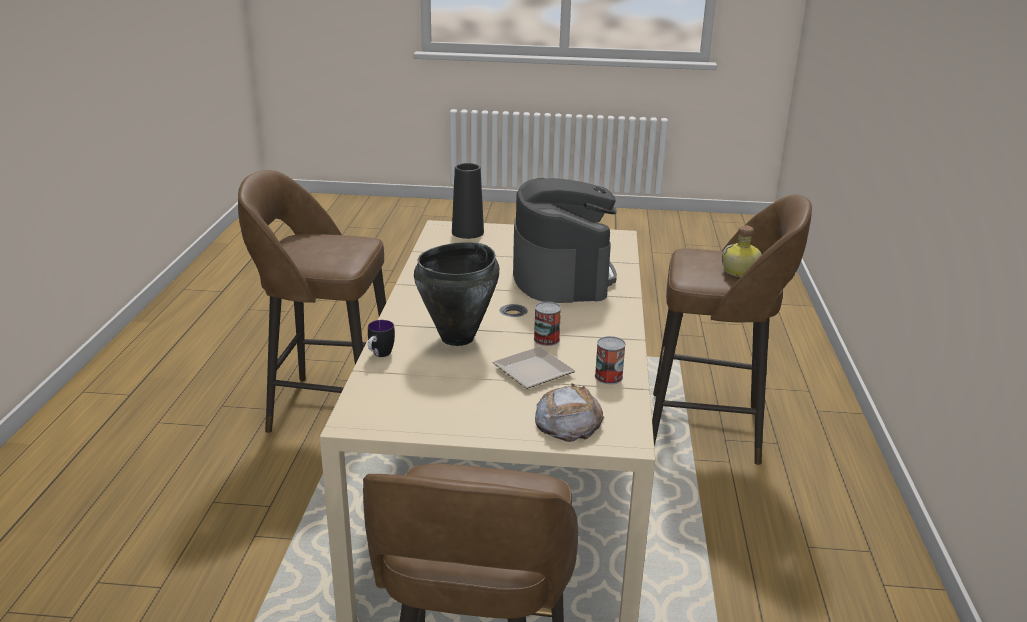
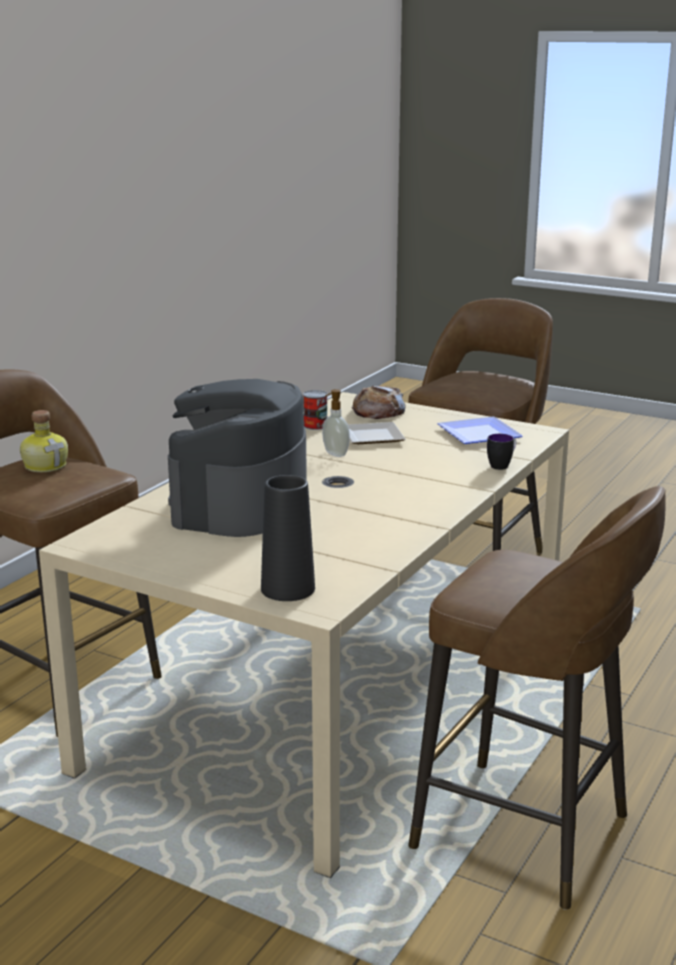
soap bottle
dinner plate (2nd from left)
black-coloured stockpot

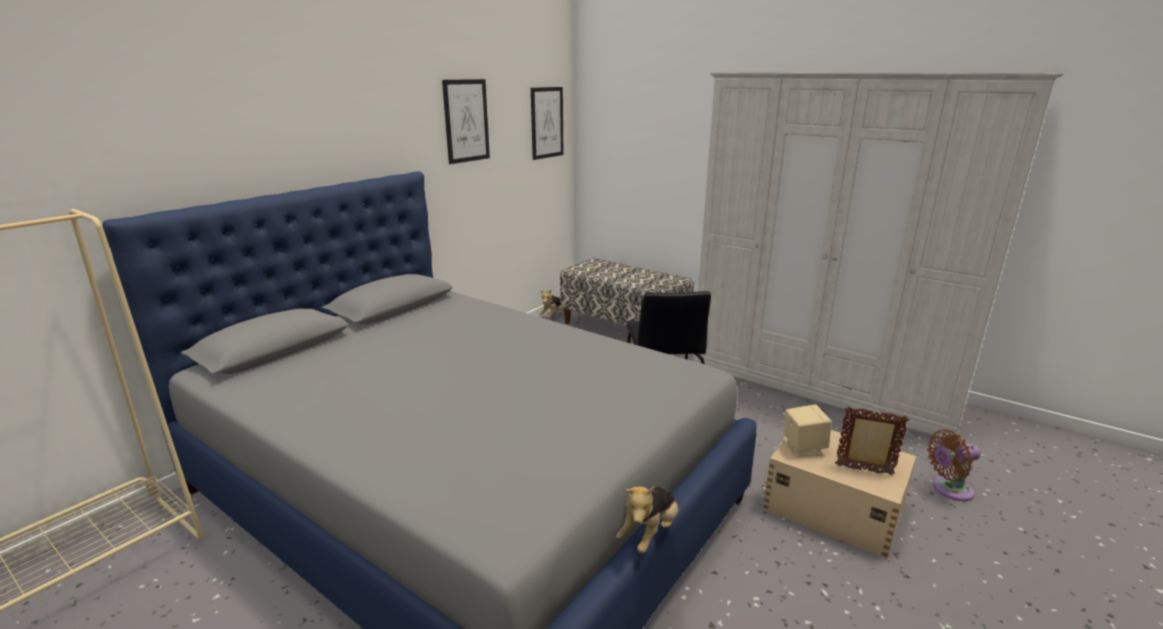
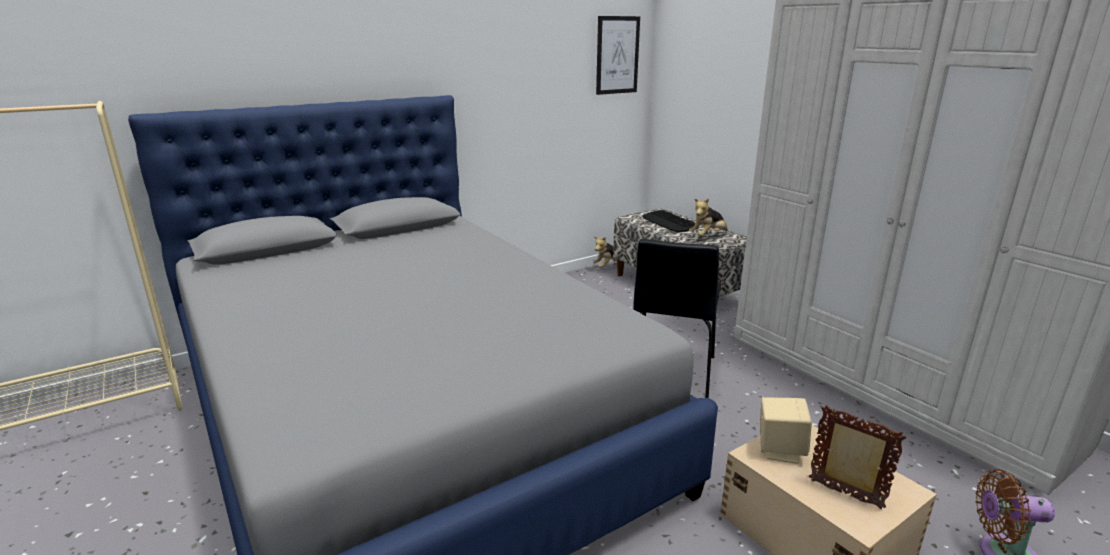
PC keyboard
soft toy (2nd from left)
wall picture (1st from left in the first image)

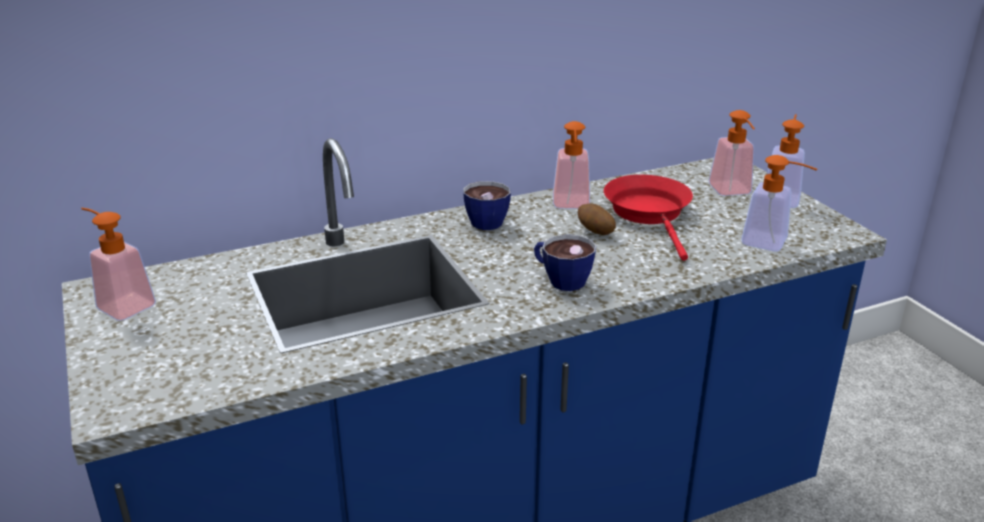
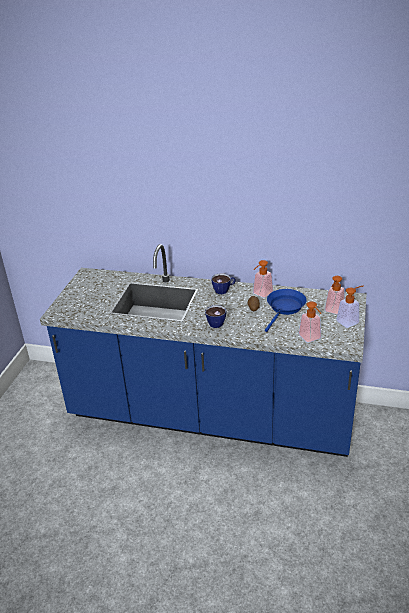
blue pan
soap bottle (1st from left in the first image)

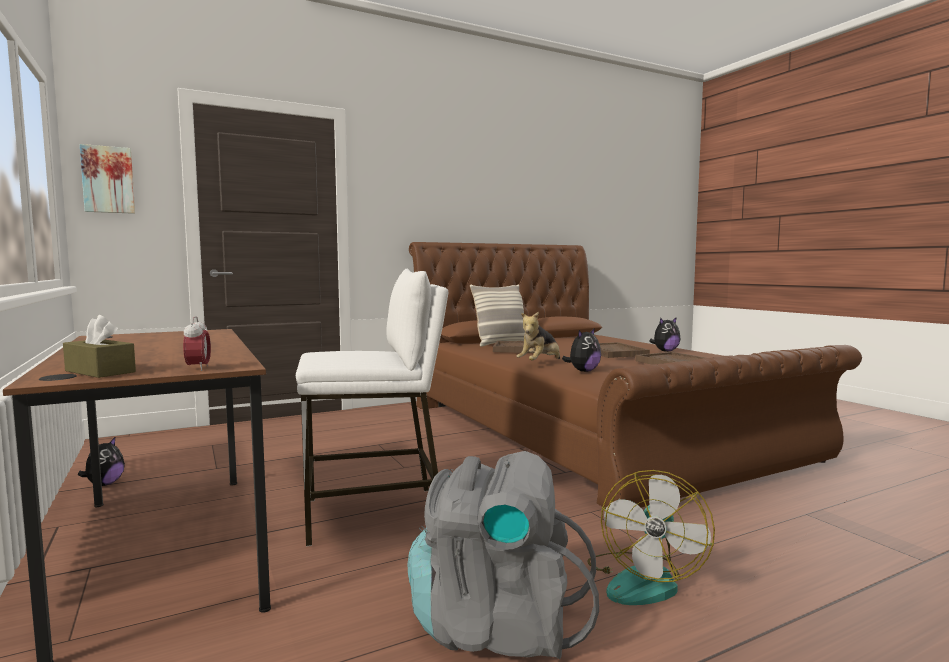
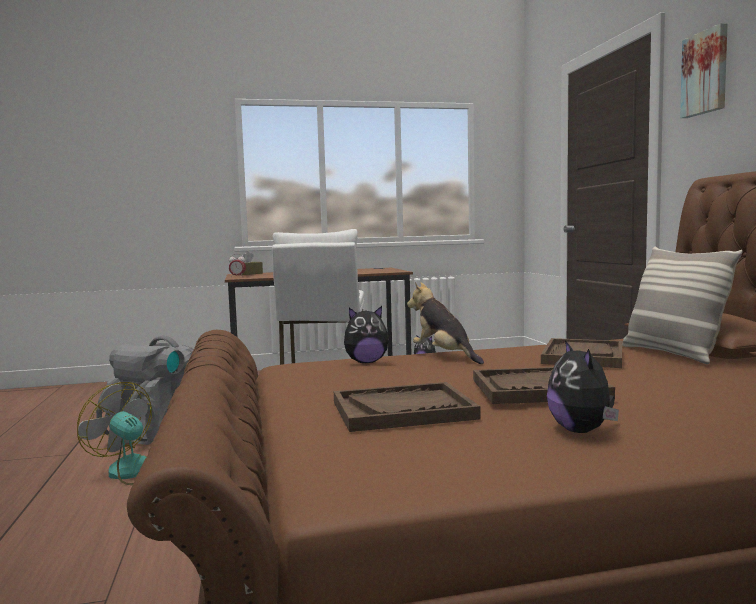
soft toy (1st from left)
wall picture

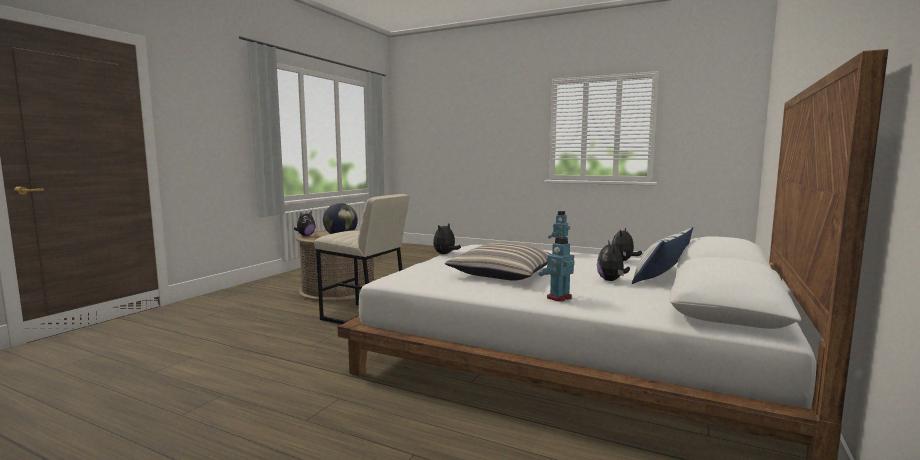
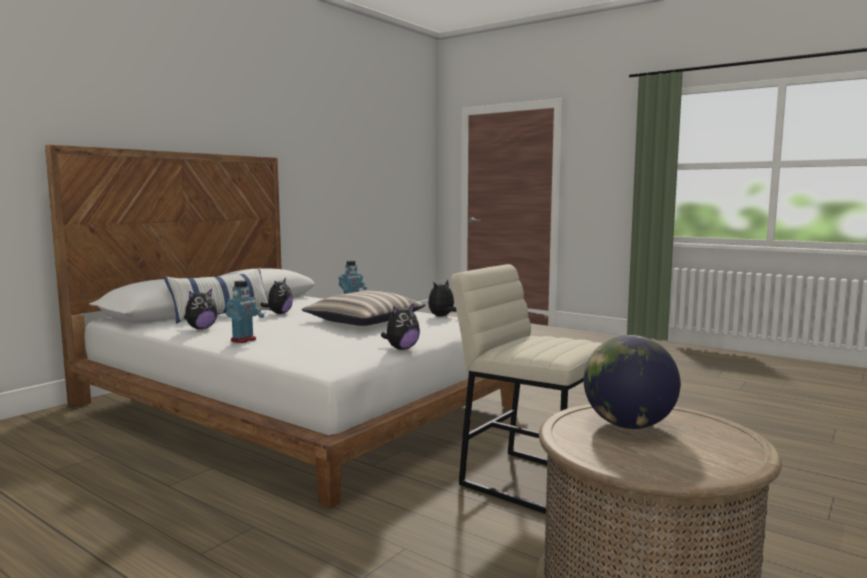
soft toy (4th from left)

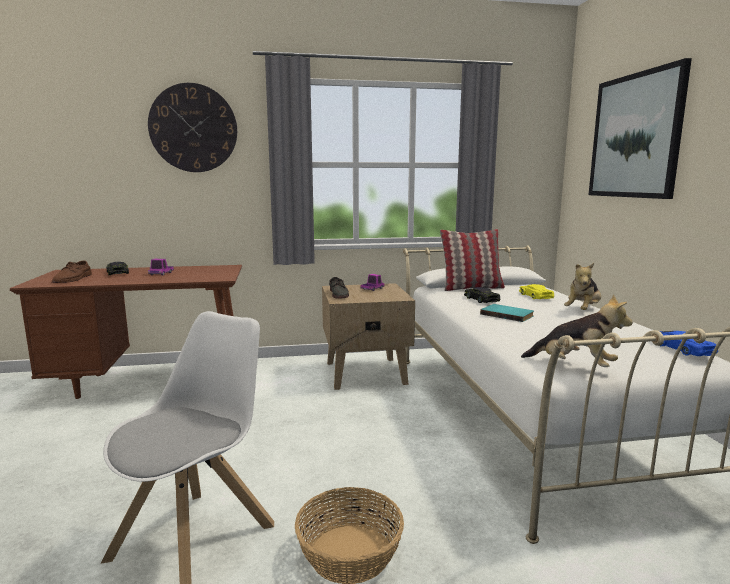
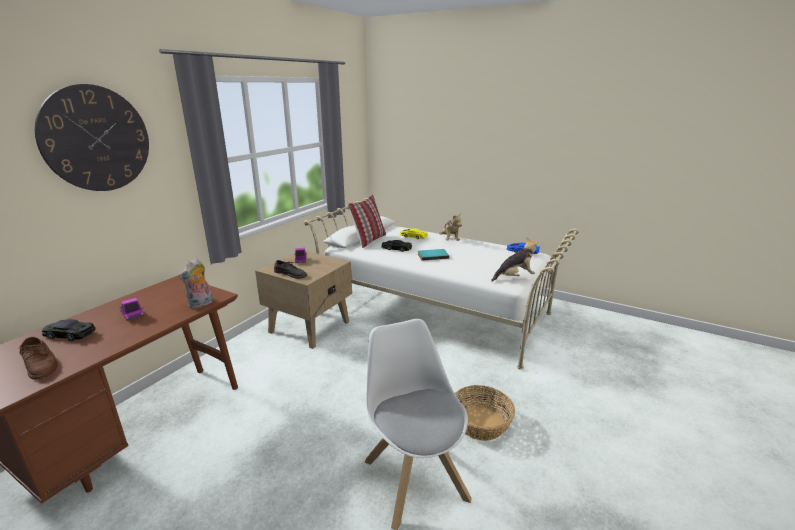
soft toy (1st from left)
wall picture

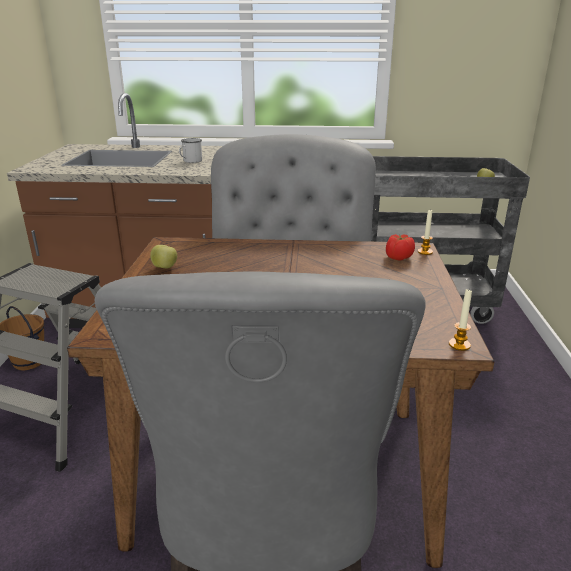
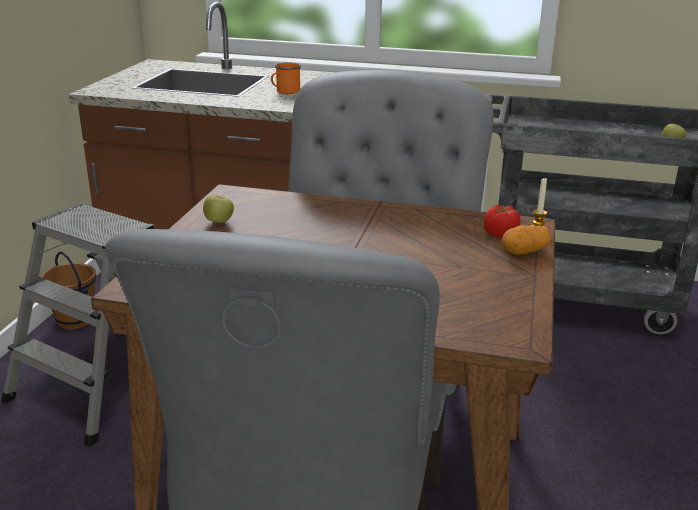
orangey coffee mug
whole potato
wax candle (2nd from left in the first image)

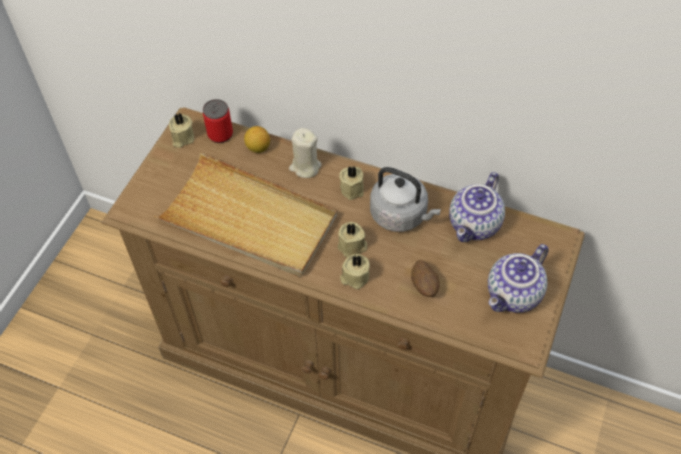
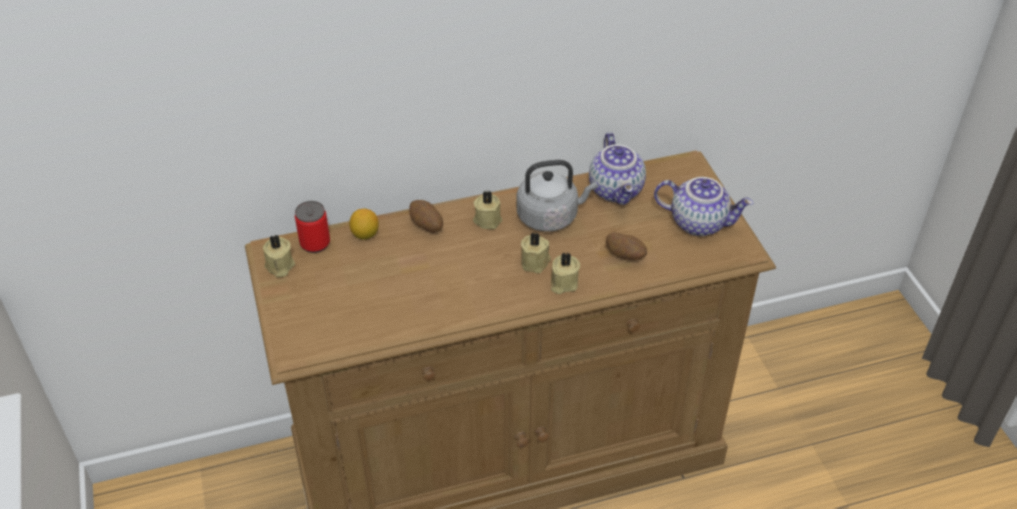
whole potato (1st from left)
teapot (2nd from left)
beige serving tray

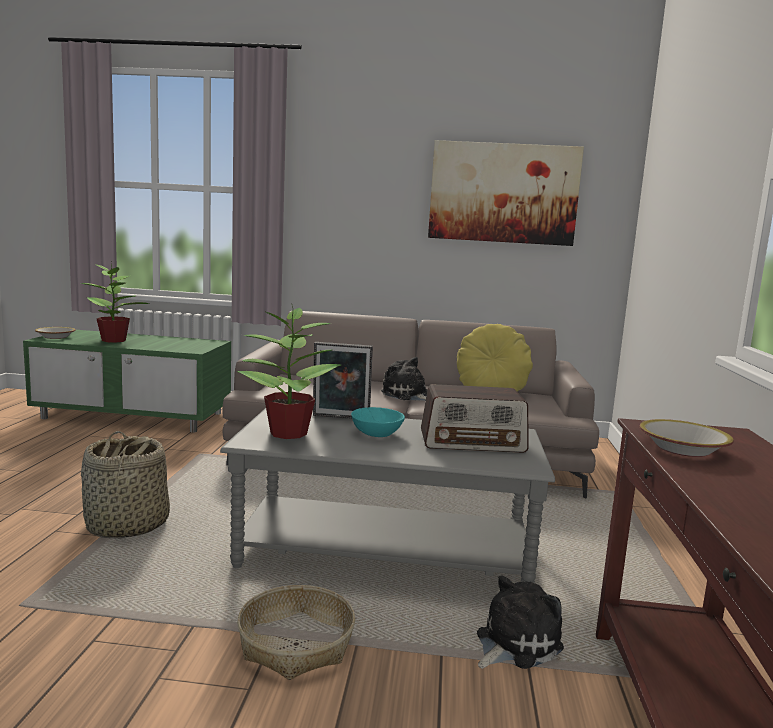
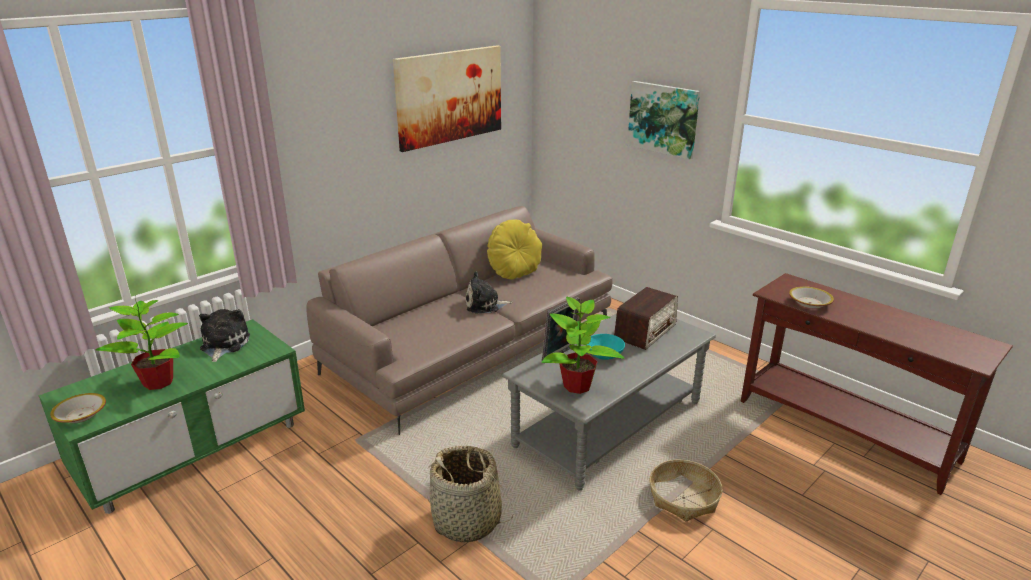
soft toy (1st from left)
wall picture (2nd from left)

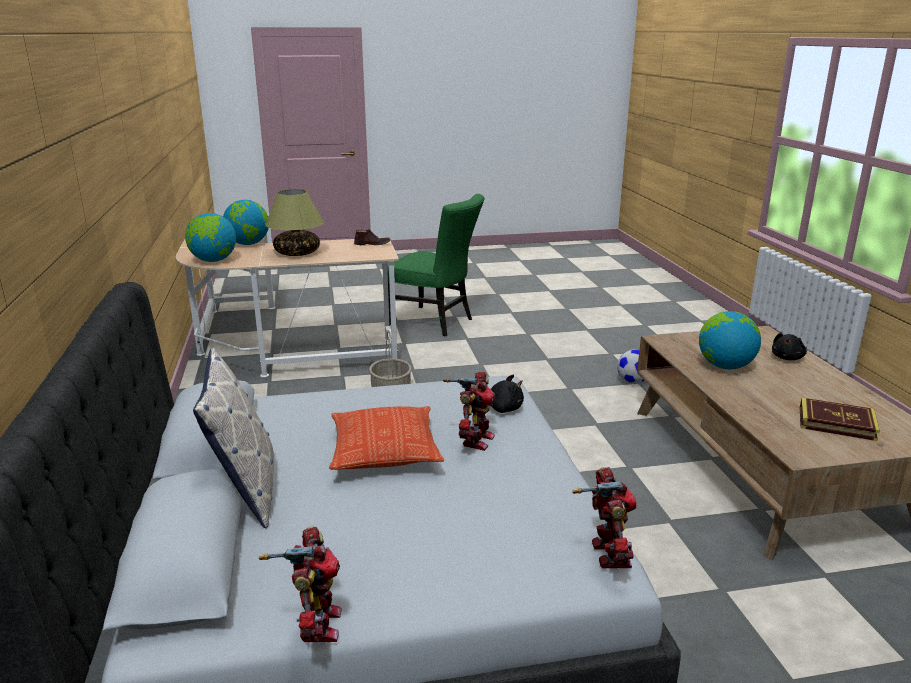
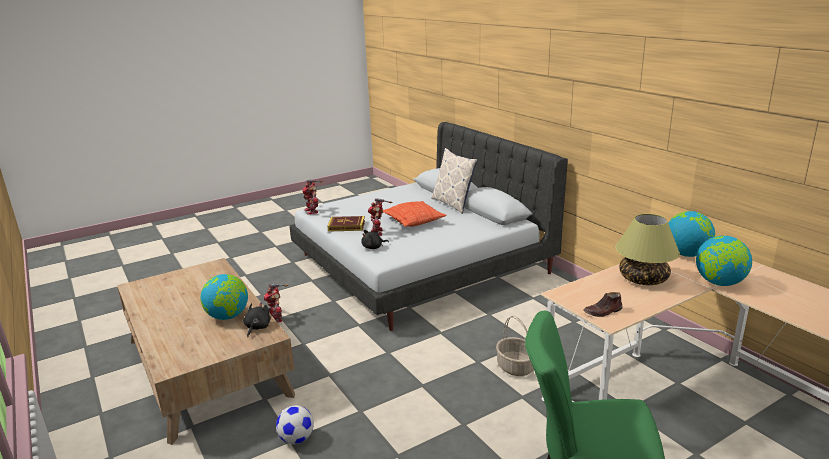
black-coloured soft toy (1st from left)
toy robot (1st from left)
volume

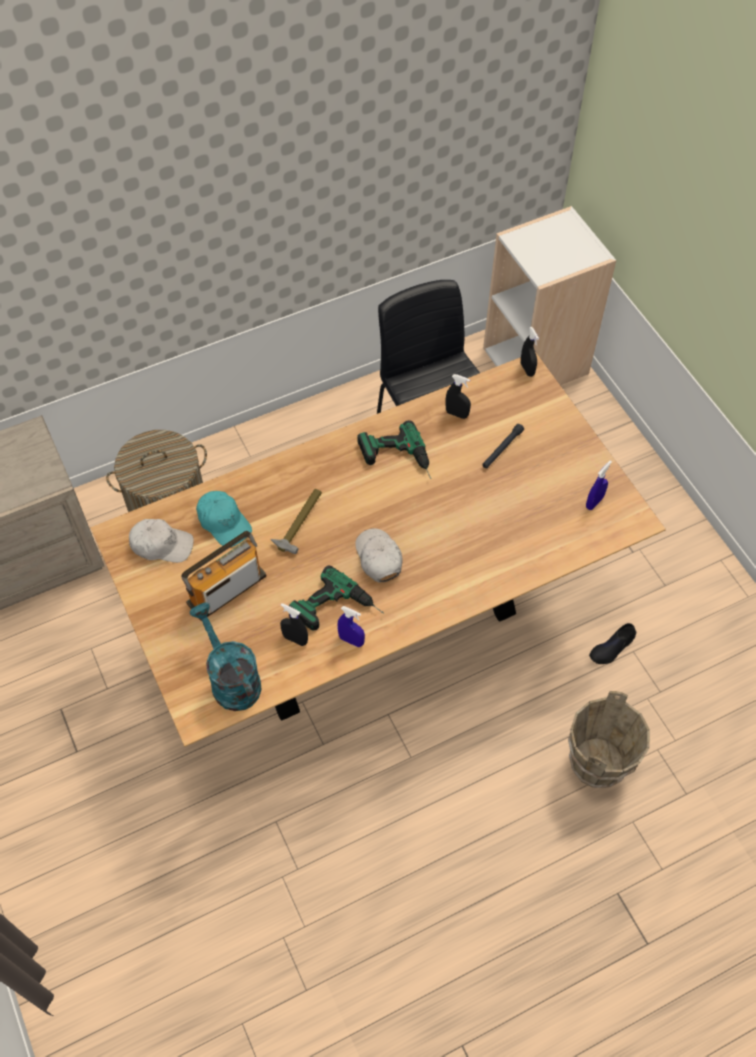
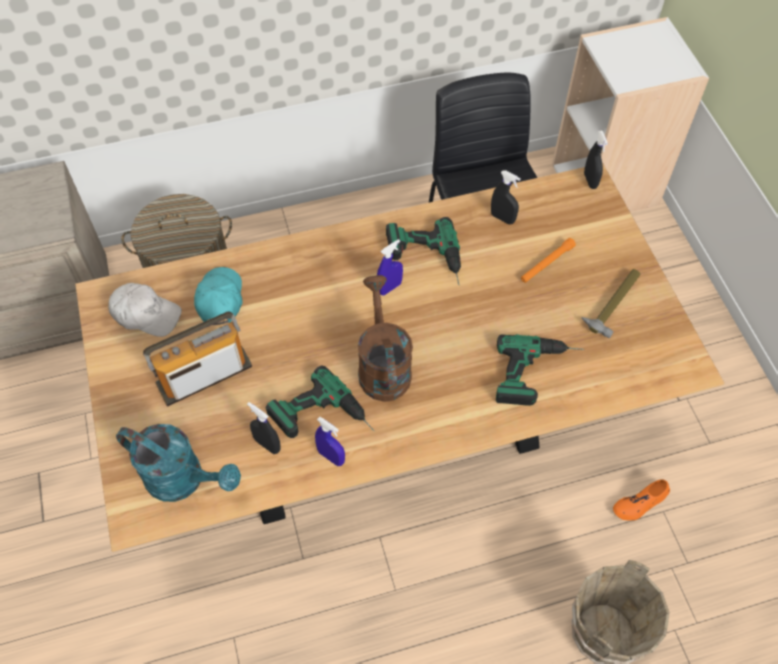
turquoise-coloured watering can
turquoise-coloured peaked cap
brownish watering can
blue sprayer (2nd from left)
electric drill (3rd from left)
orangey flashlight
hand hammer
orangey shoe

